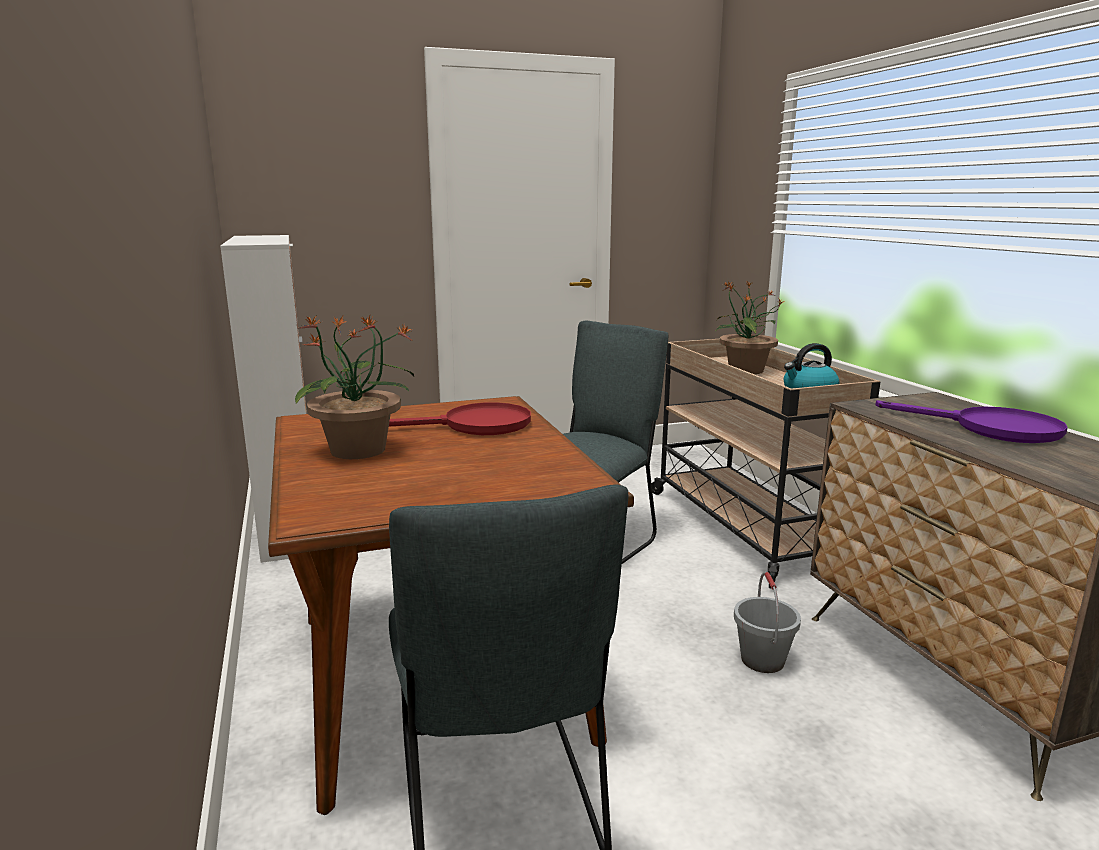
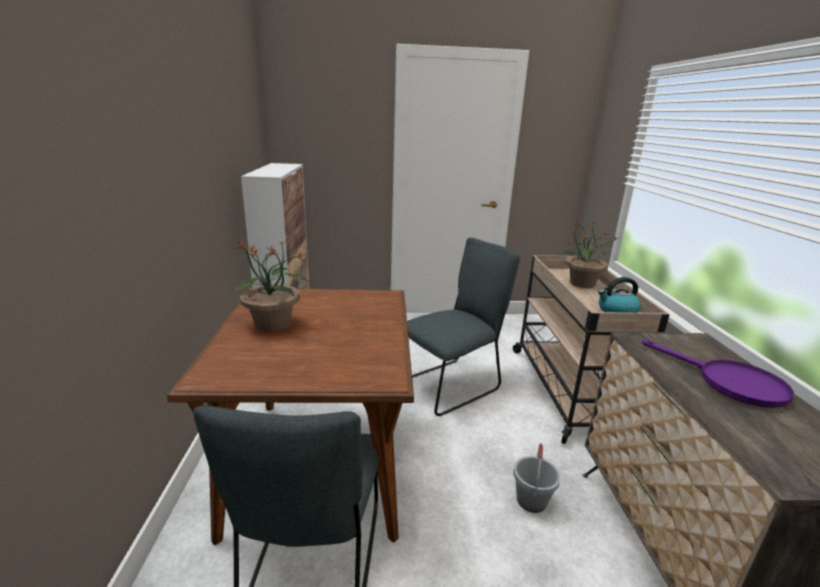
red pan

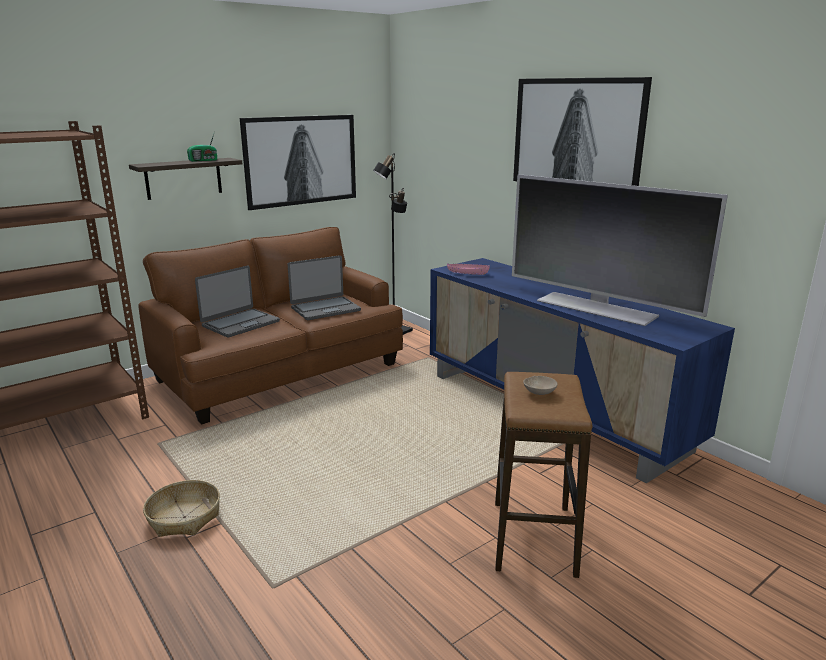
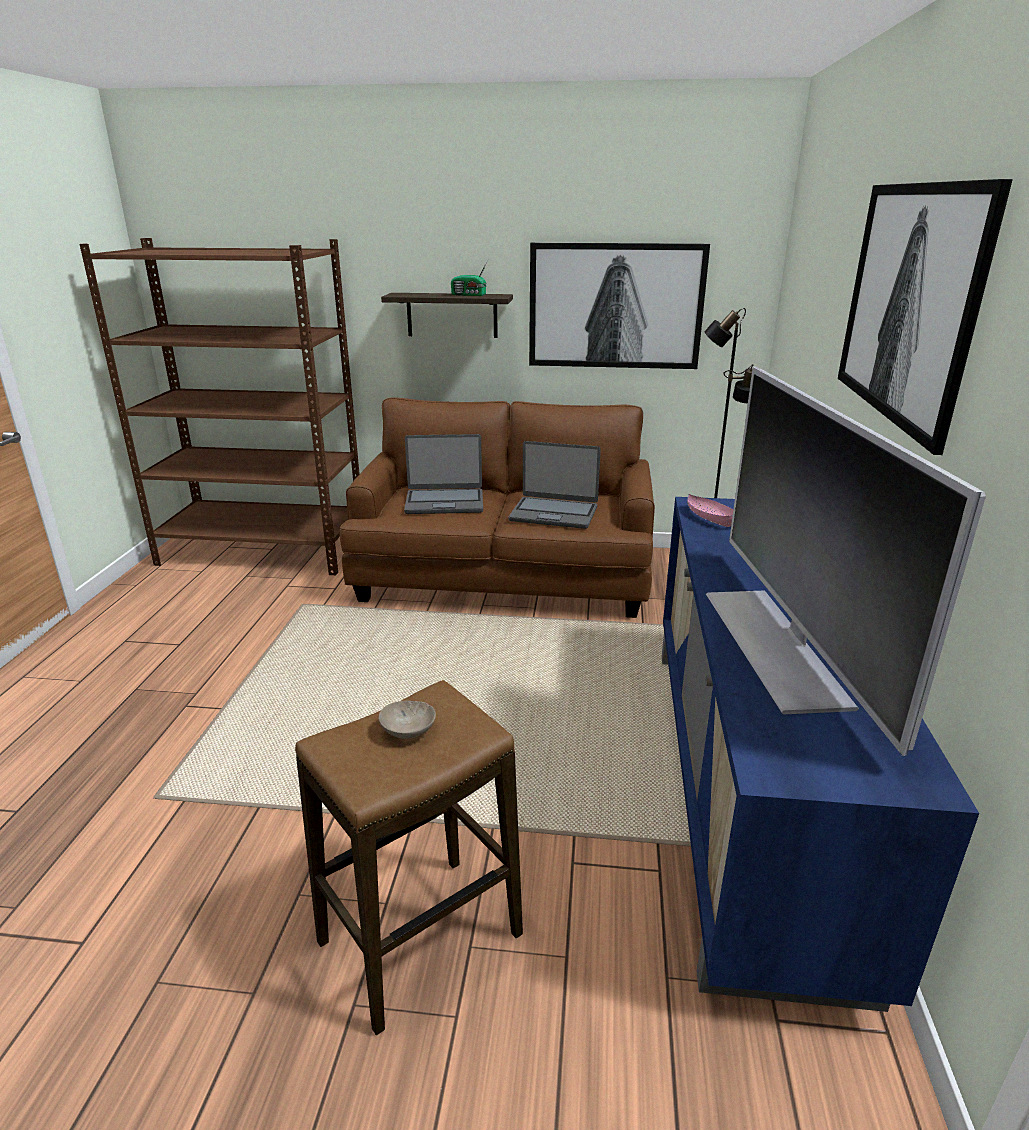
basket

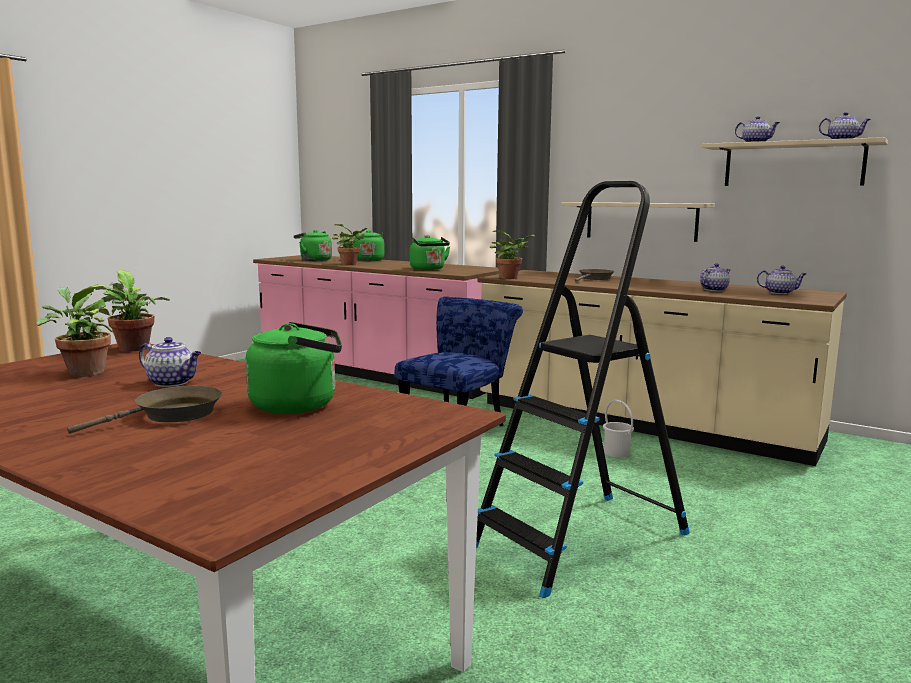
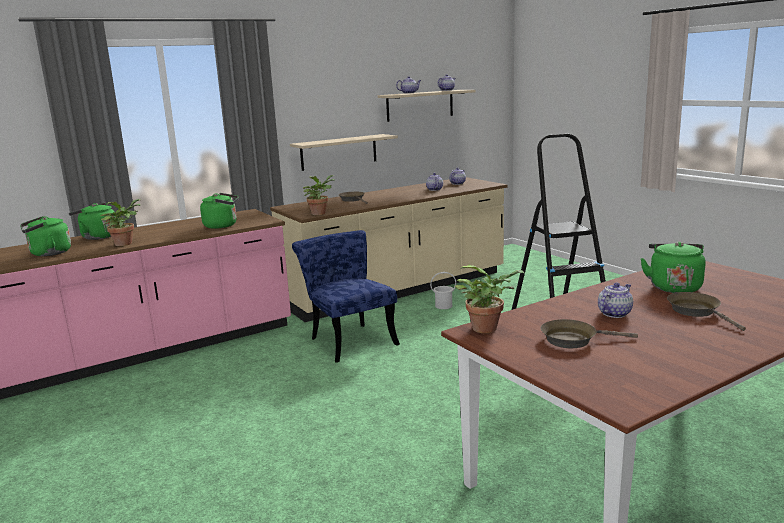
brownish pan (2nd from left)

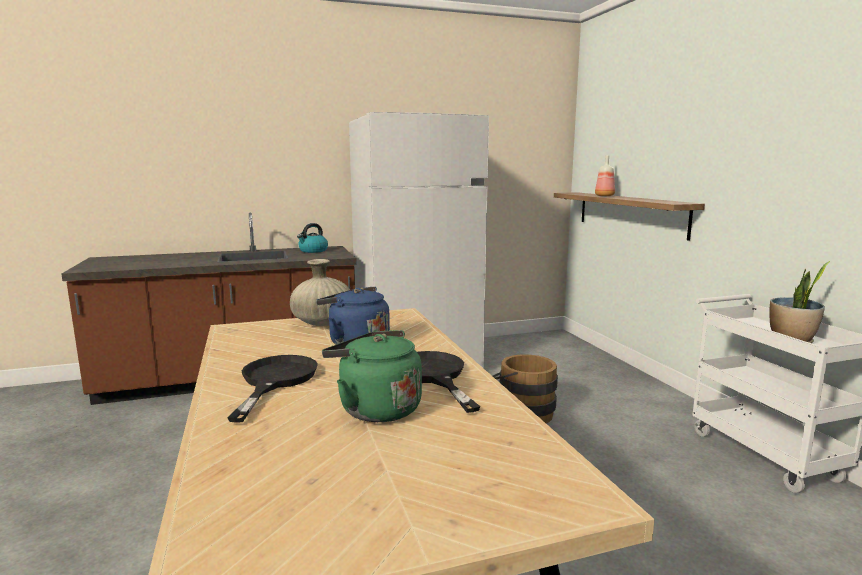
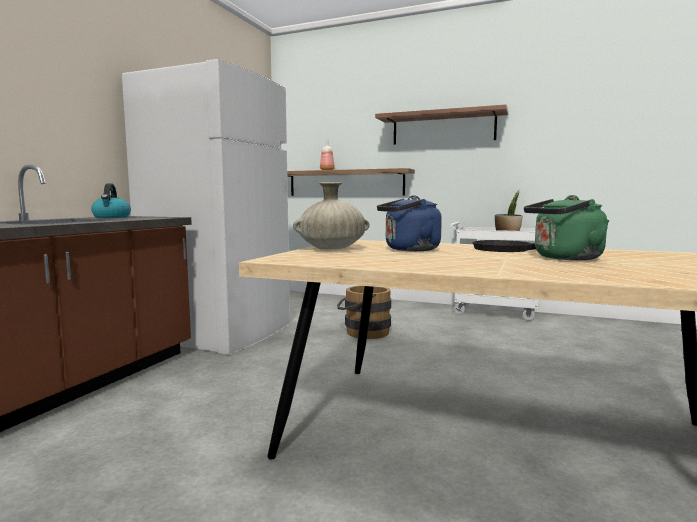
shelf (2nd from left)
black-coloured pan (1st from left in the first image)

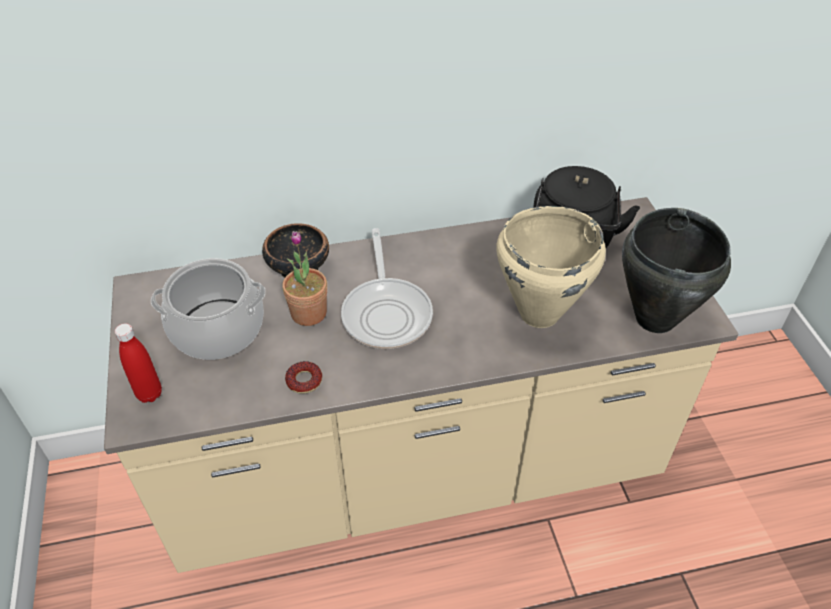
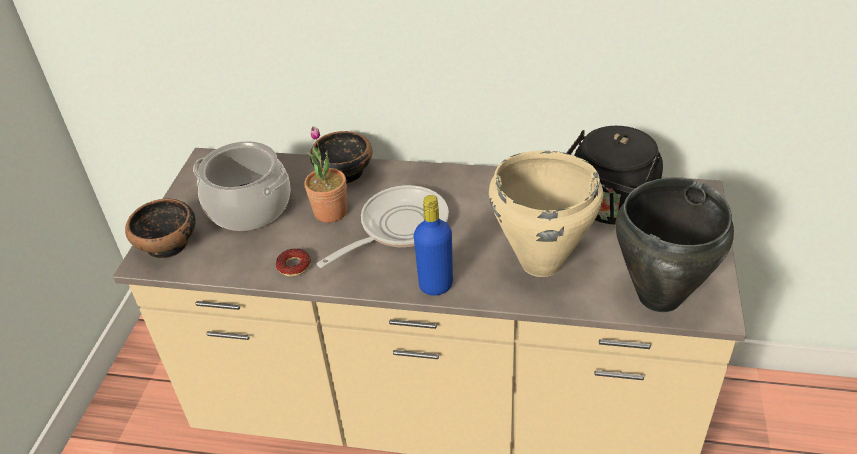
bowl (1st from left)
pan
blue drink bottle

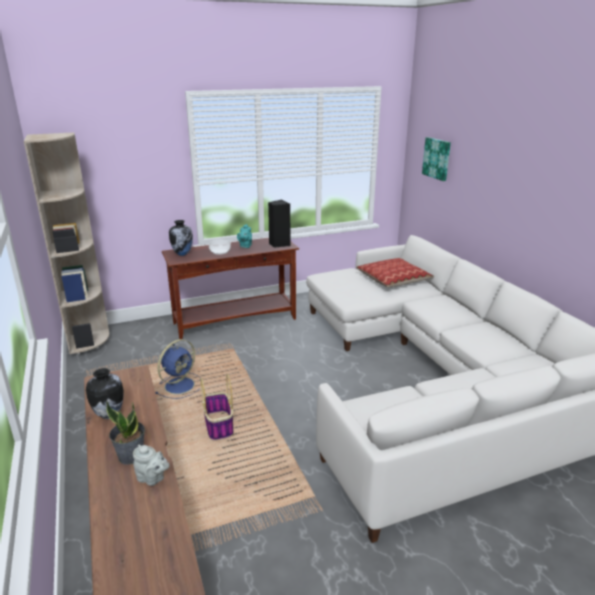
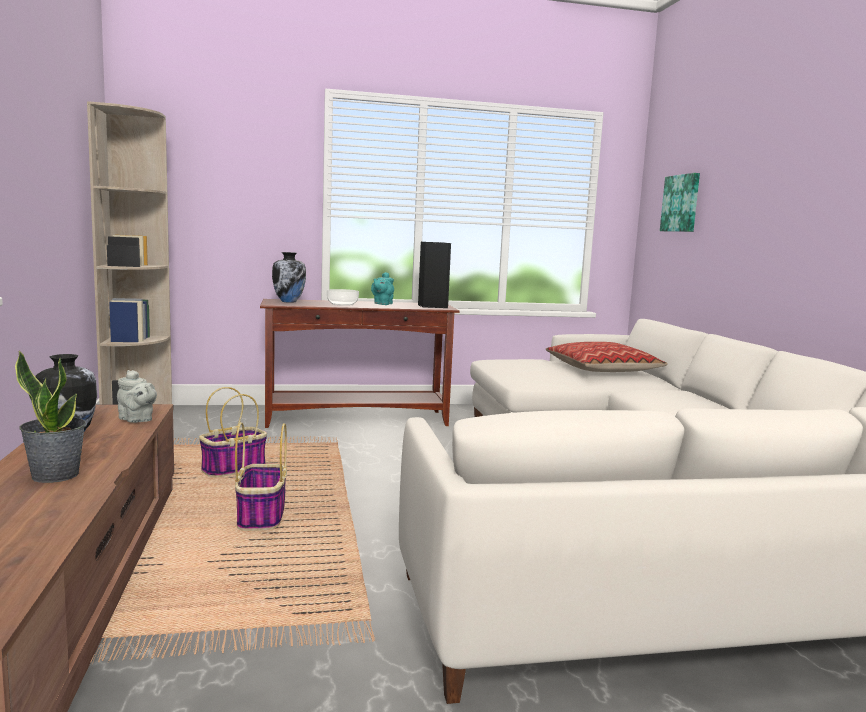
gray teapot
basket (1st from left)

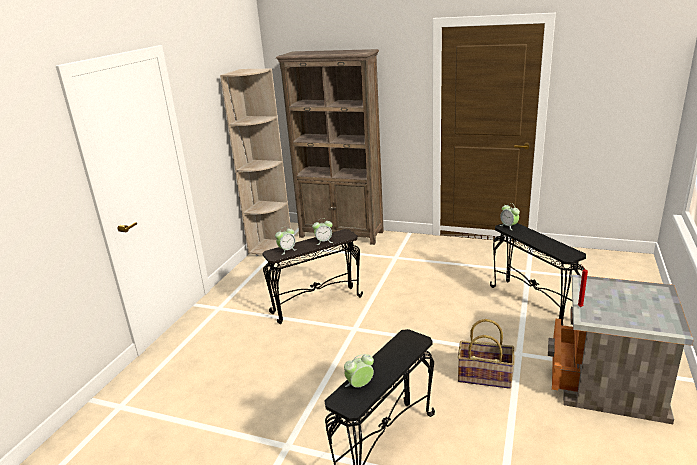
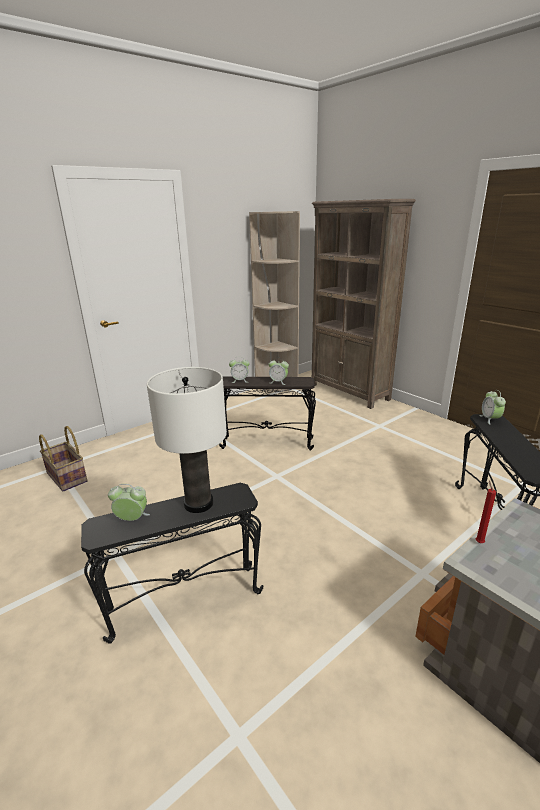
basket
white table lamp

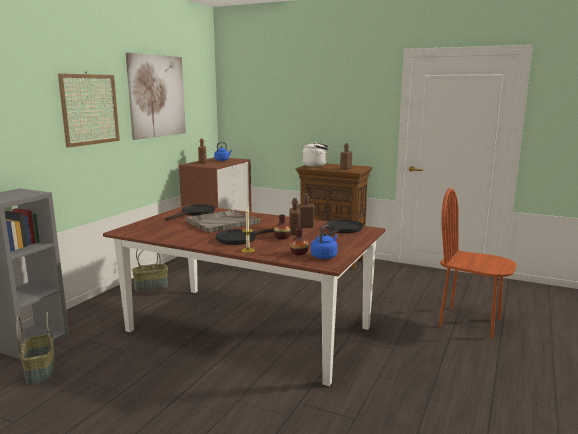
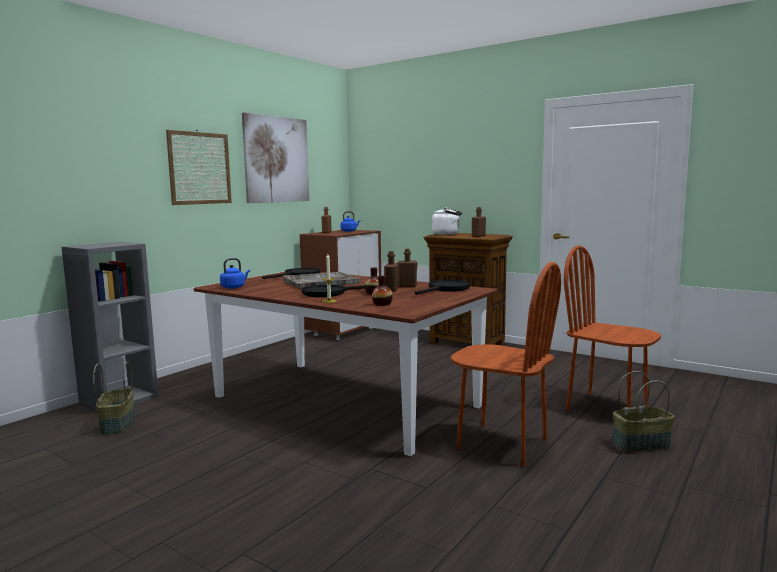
blue tea kettle (1st from left)
brownish chair (1st from left)
basket (2nd from left)

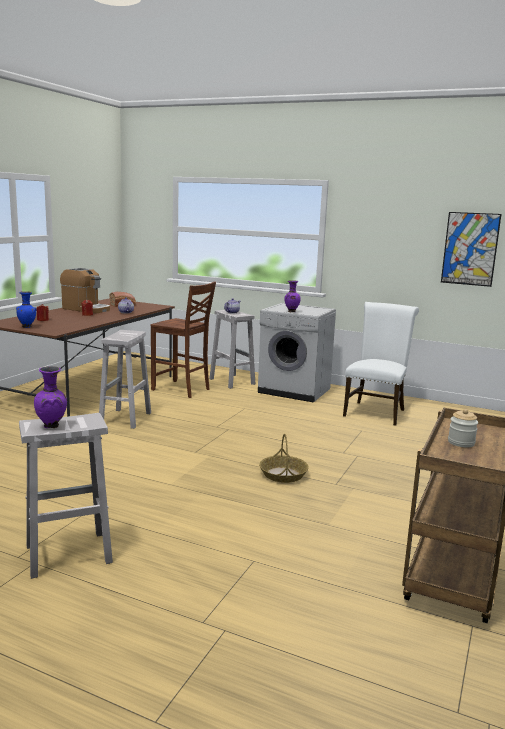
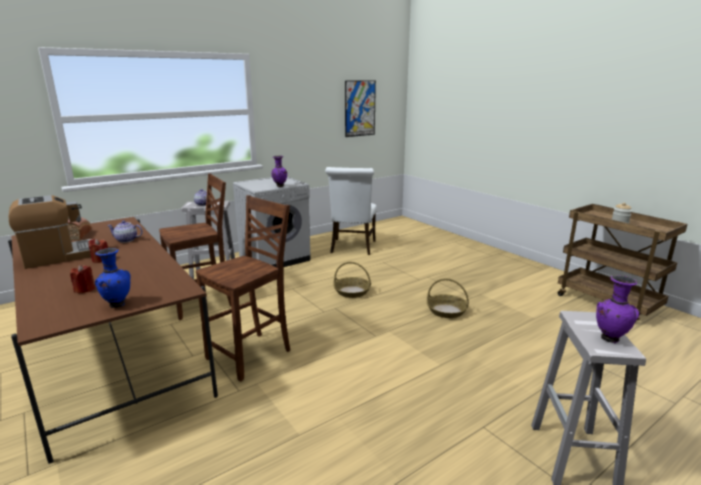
brownish chair (2nd from left)
white chair
basket (1st from left)

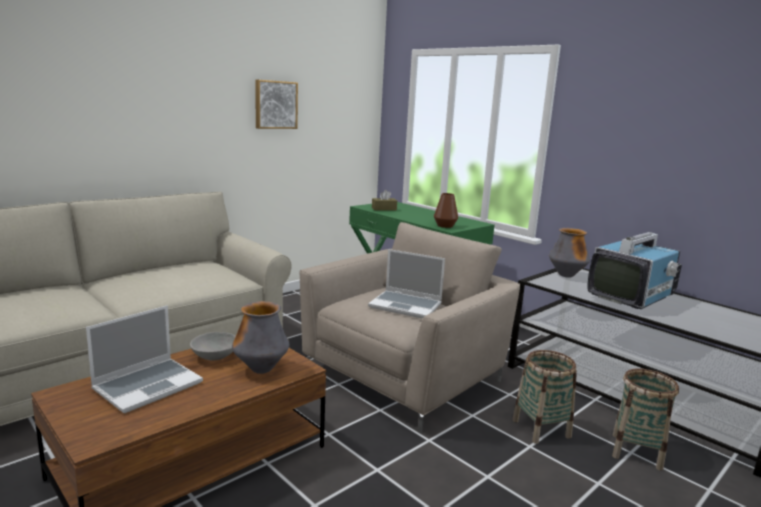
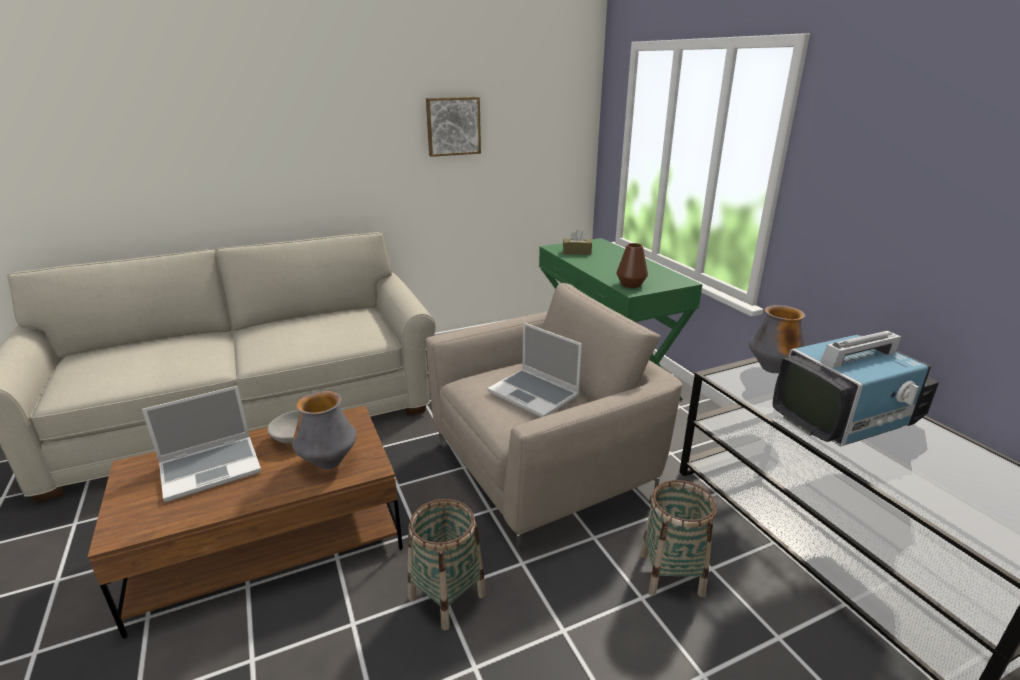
basket (1st from left)

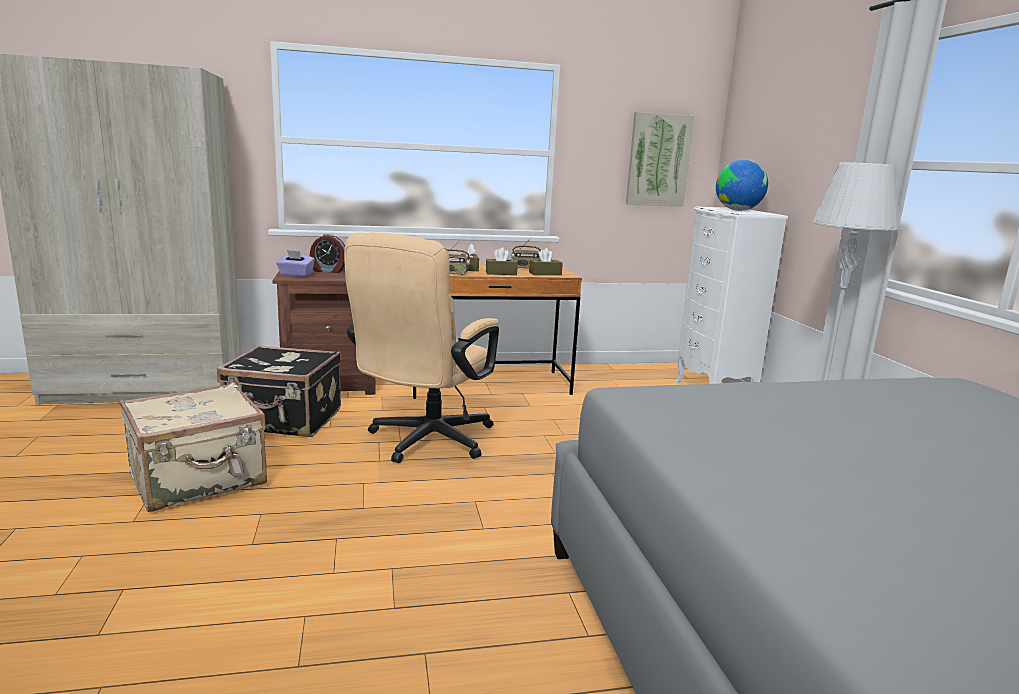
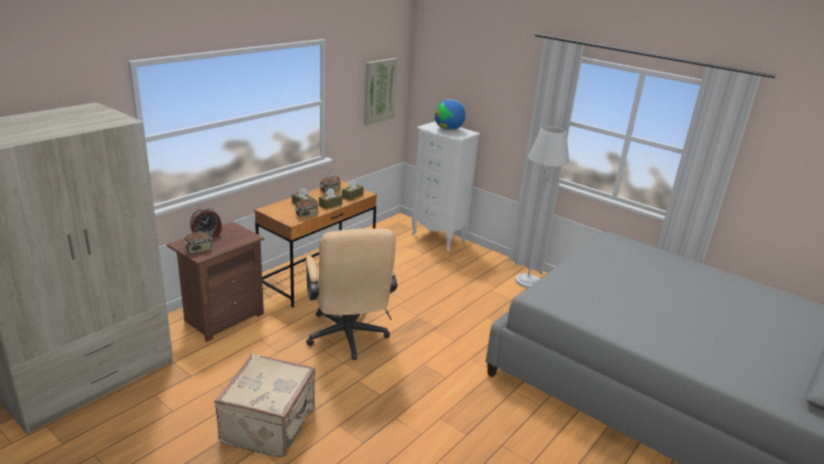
radio receiver (1st from left)
black-coloured piece of luggage

